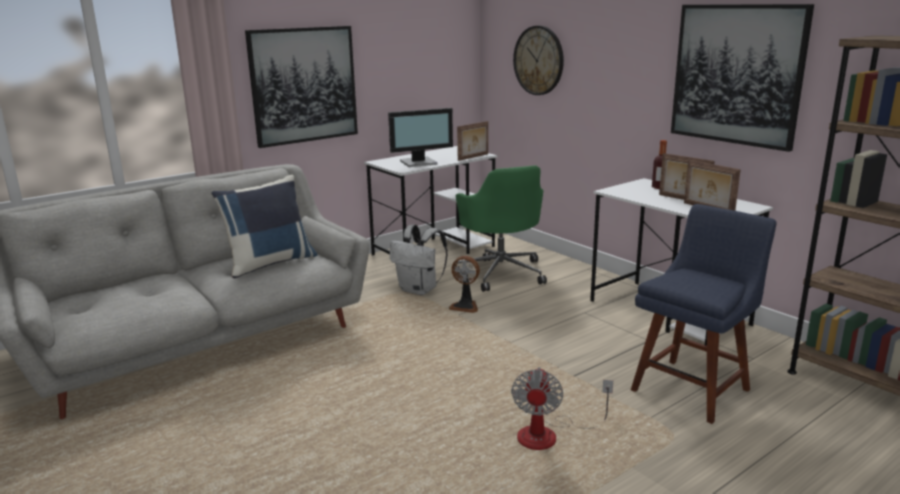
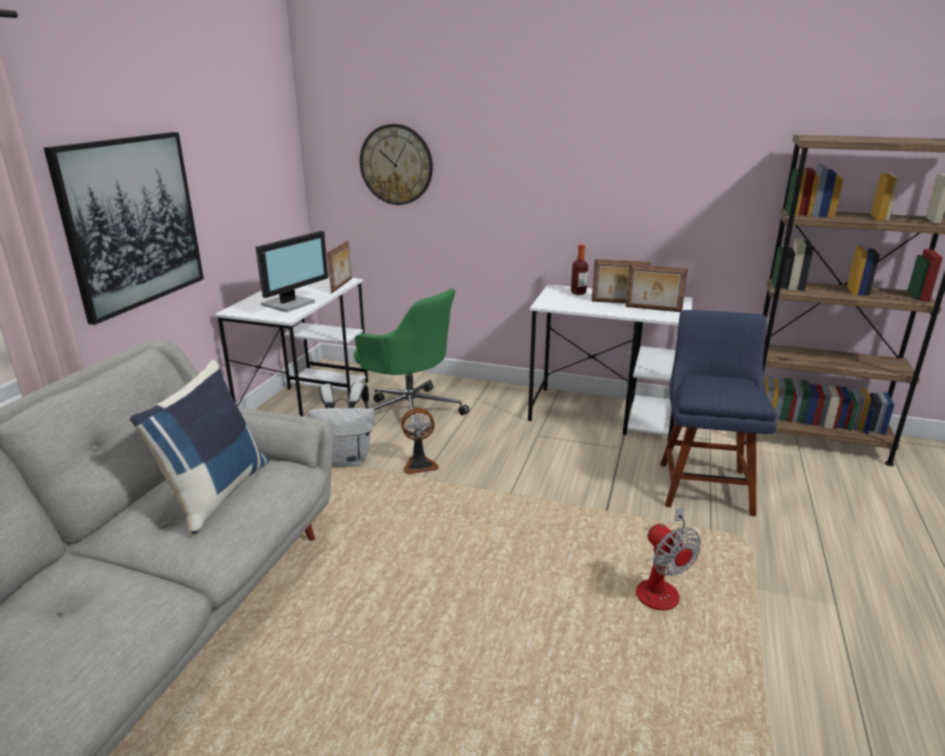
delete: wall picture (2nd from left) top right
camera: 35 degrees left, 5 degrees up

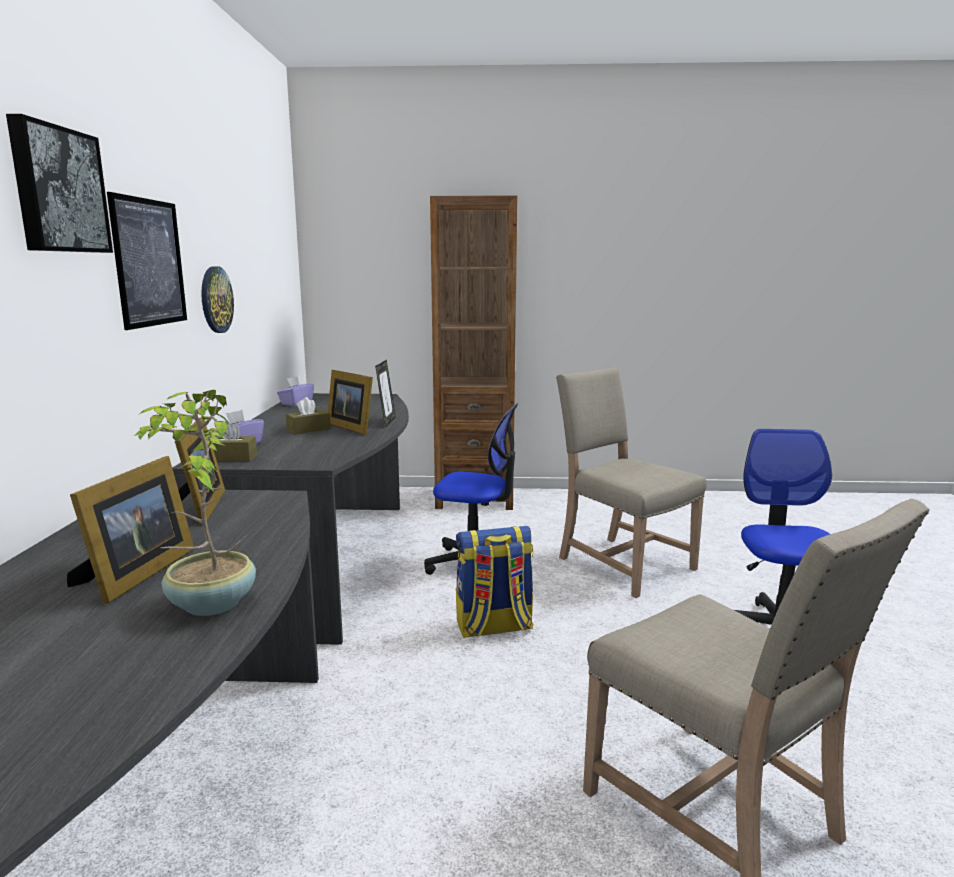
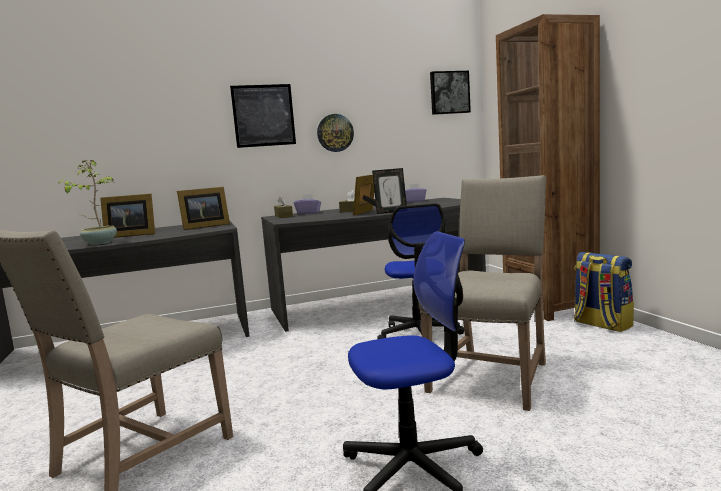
move: wall picture (1st from left in the first image) top left to wall picture (2nd from left) top centre; backpack centre to middle right
camera: 70 degrees right, 5 degrees down

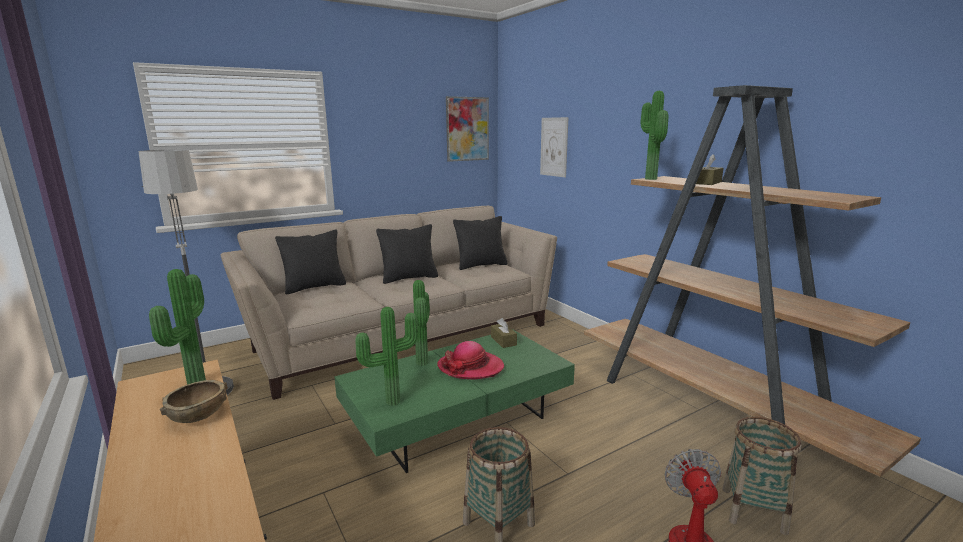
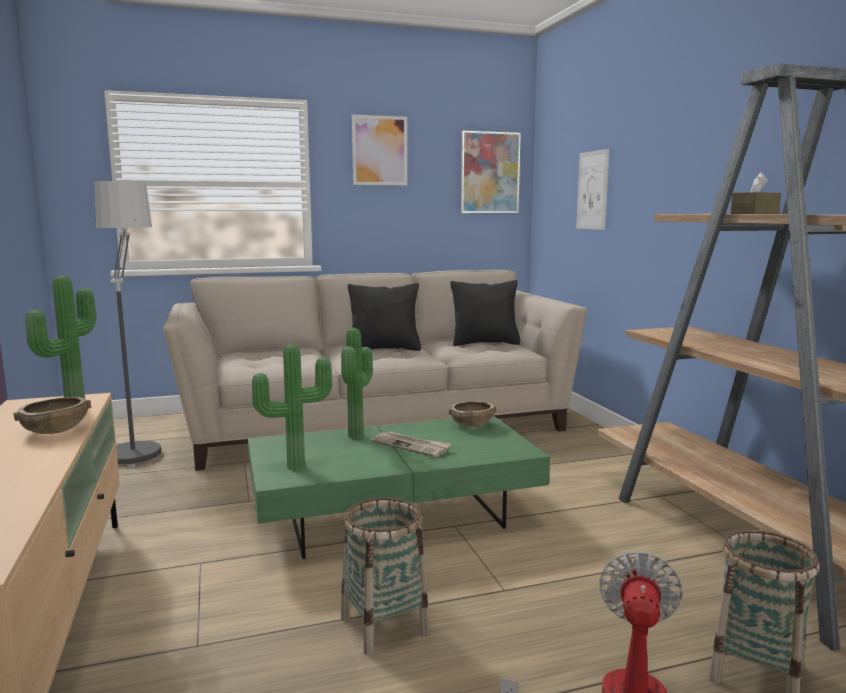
delete: black-coloured throw pillow (1st from left) middle left; houseplant (4th from left) top right
insert: wall picture (1st from left) top centre
replace: hat centre to daily paper centre; brownish box of tissues (1st from left) centre to brownish bowl (2nd from left) centre
camera: 15 degrees right, 5 degrees down

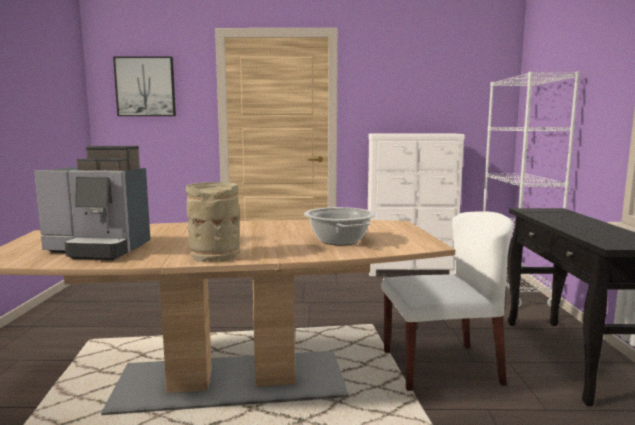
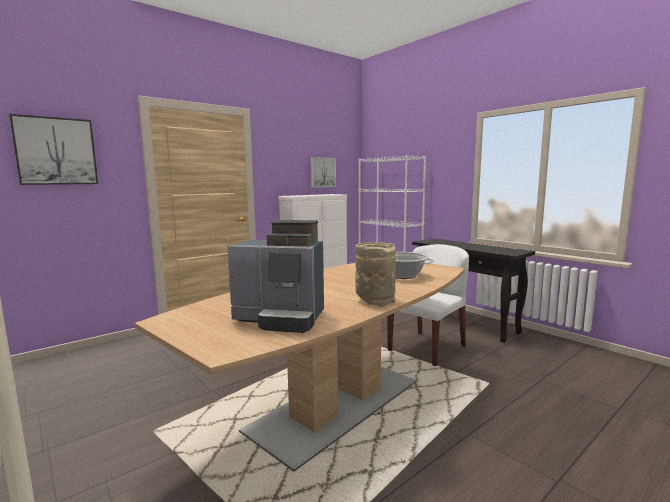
insert: wall picture (2nd from left) centre
rotate: coffee brewer middle left = centre 45 degrees clockwise
camera: 40 degrees left, 0 degrees up

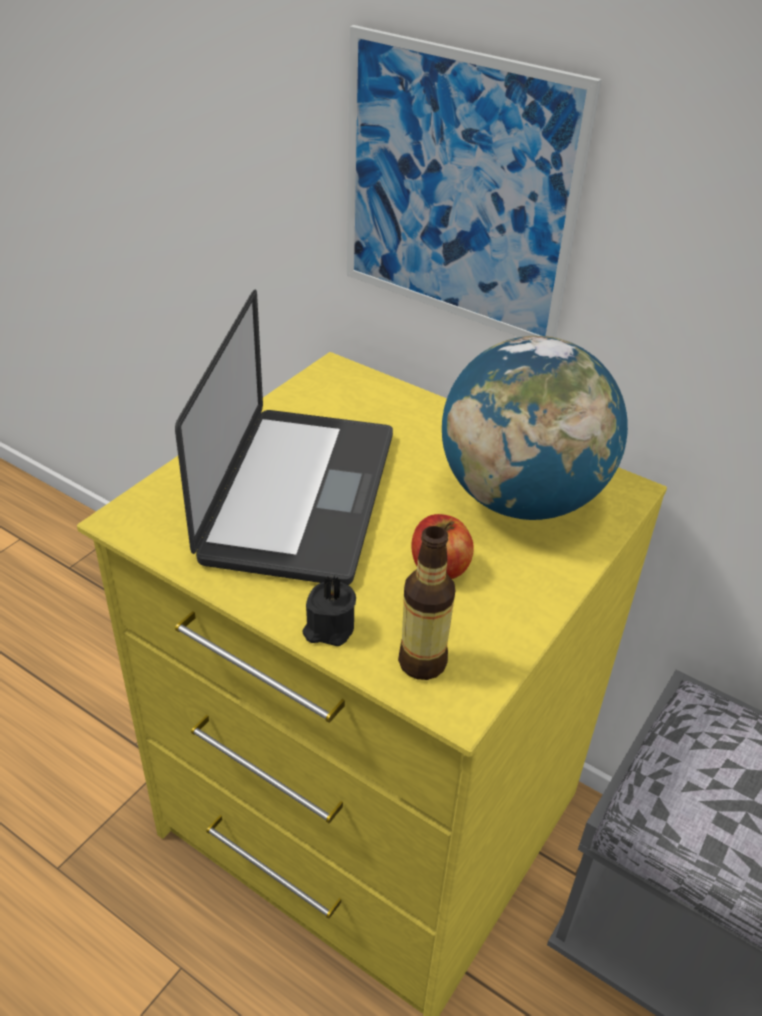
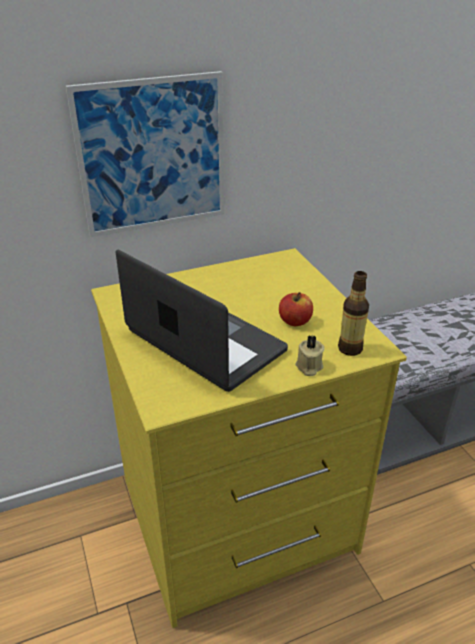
delete: desk globe middle right
recolor: black-coloured candle centre to beige-coloured candle centre
camera: 55 degrees left, 5 degrees down

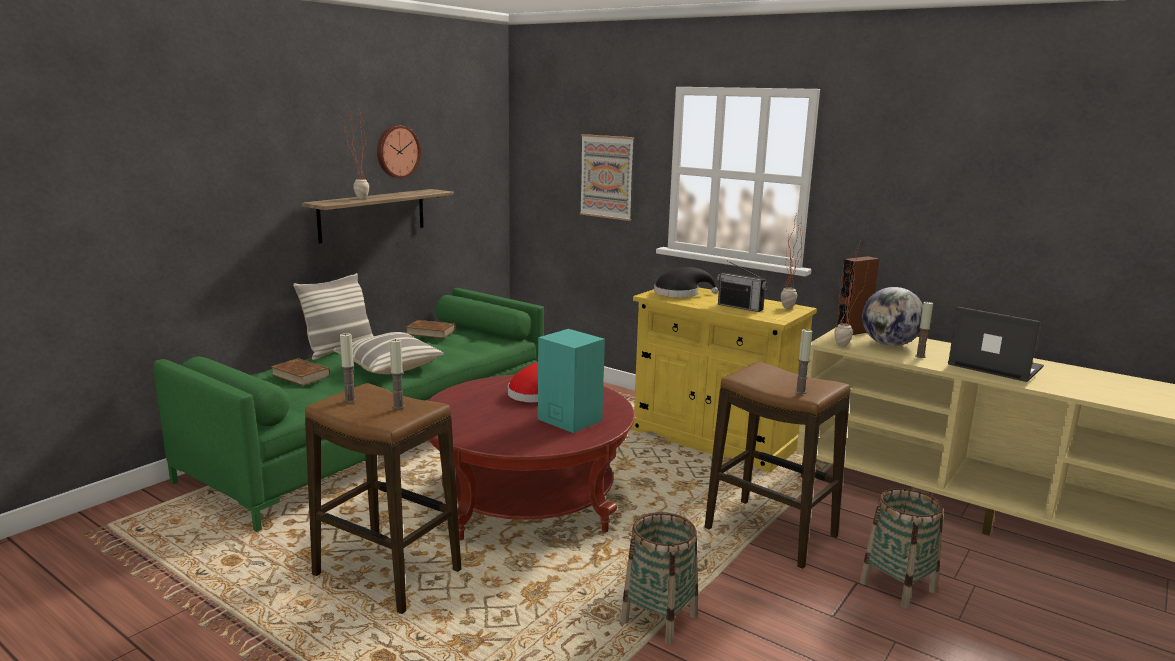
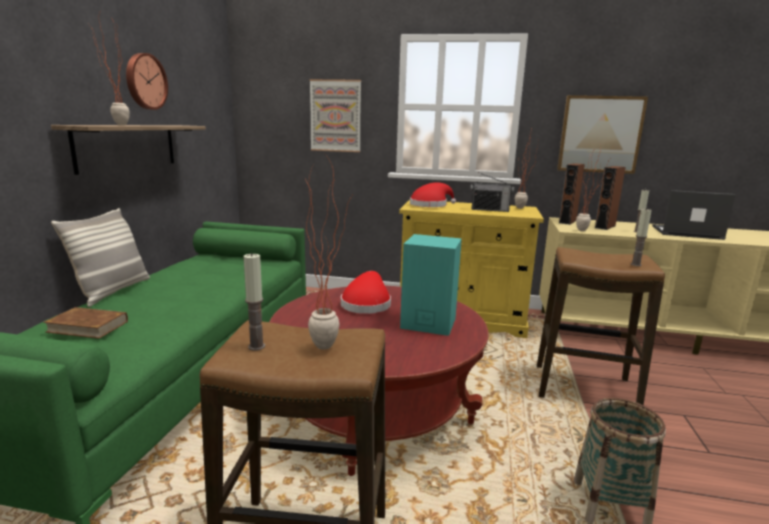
delete: throw pillow (2nd from left) middle left; brownish book (2nd from left) centre; storage basket (2nd from left) bottom right
insert: wall picture (2nd from left) top right
replace: candle (2nd from left) centre to houseplant (2nd from left) centre; desk globe middle right to brownish loudspeaker (2nd from left) middle right
recolor: black-coloured hat centre to reddish hat (2nd from left) centre
camera: 25 degrees left, 0 degrees up

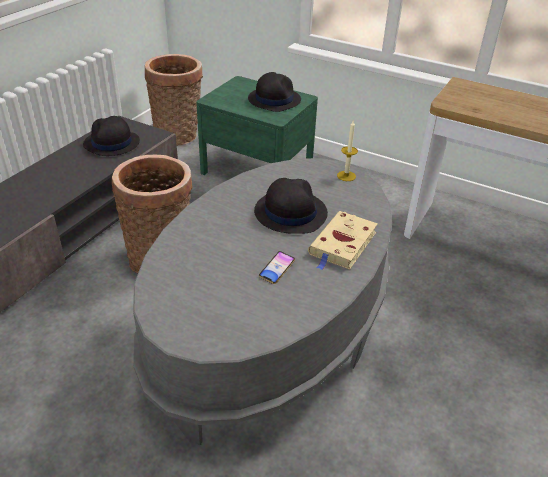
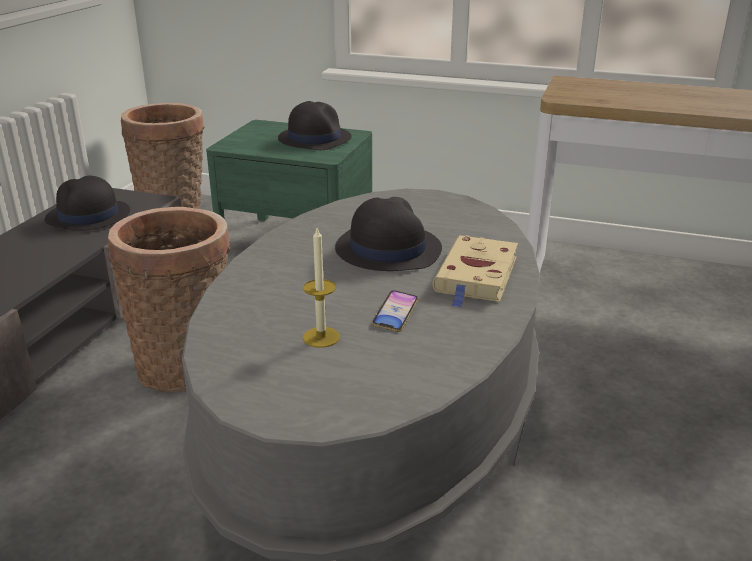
move: candle top centre to centre
camera: 10 degrees left, 10 degrees down

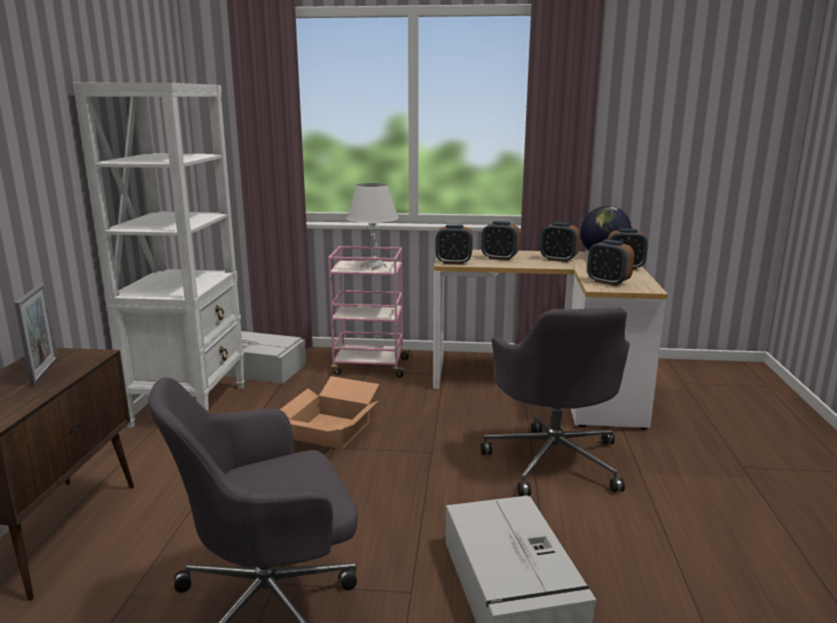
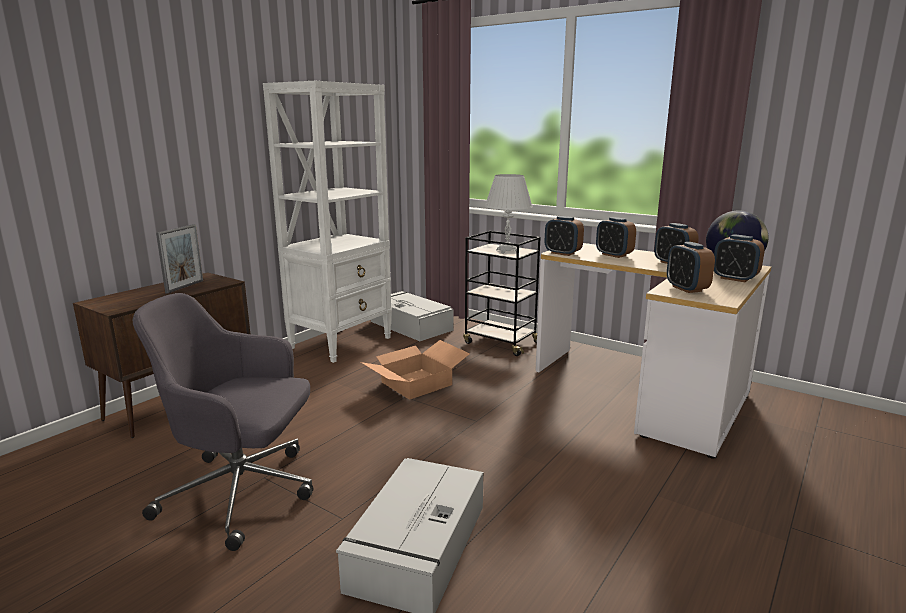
delete: gray desk chair (2nd from left) centre
recolor: pink cart centre to black-coloured cart centre
camera: 30 degrees right, 0 degrees up

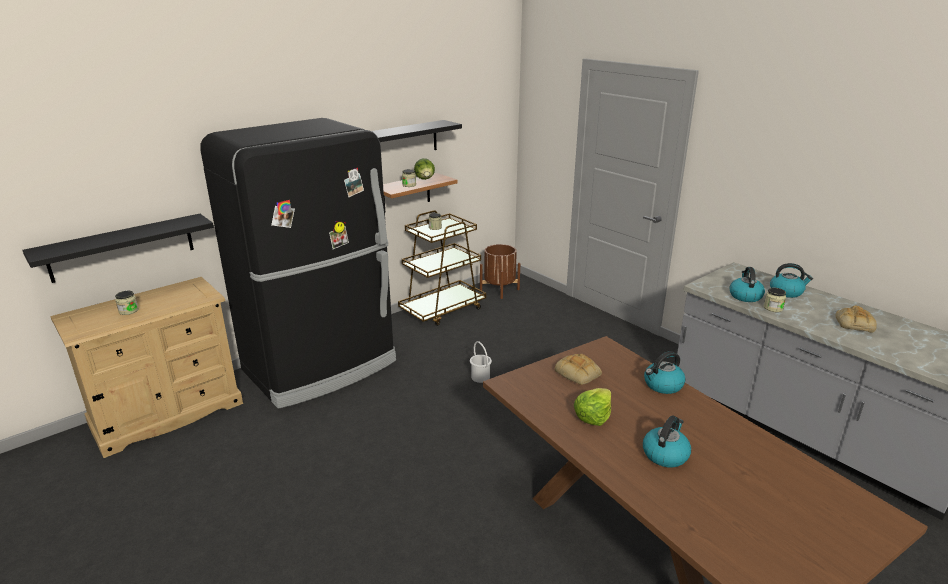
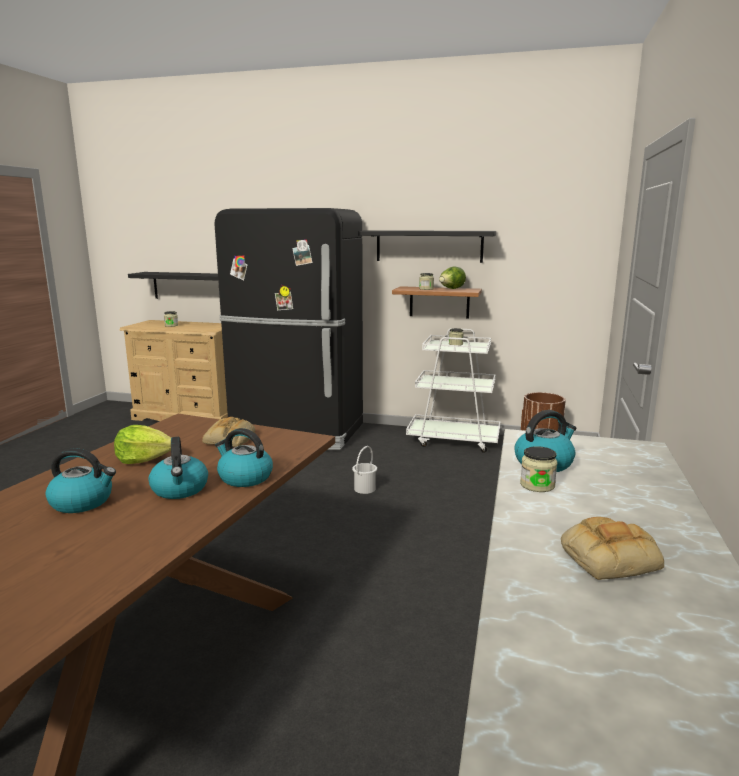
move: water kettle (4th from left in the first image) middle right to water kettle (2nd from left) middle left
recolor: brownish cart centre to white-coloured cart centre
camera: 55 degrees right, 10 degrees down

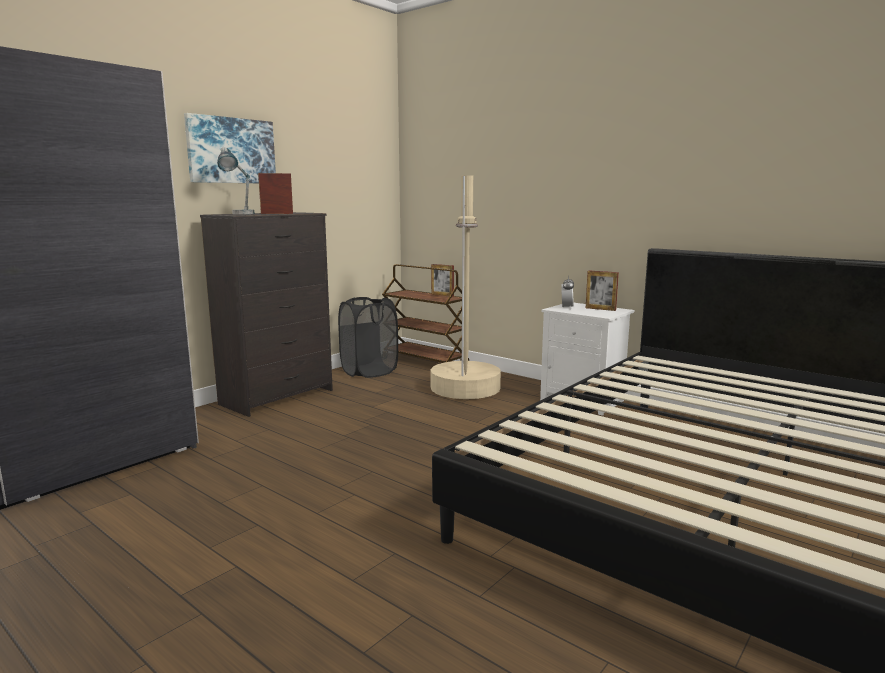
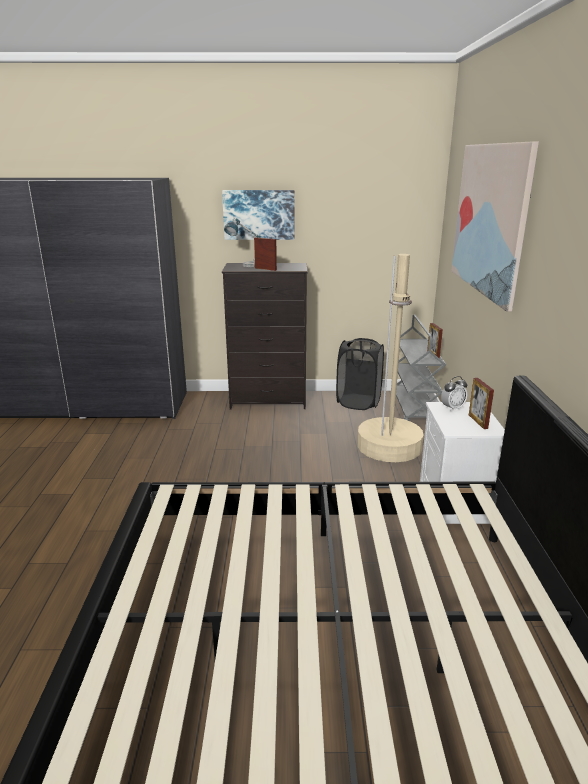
insert: wall picture (2nd from left) top right
recolor: brownish cart centre to gray cart middle right
camera: 50 degrees right, 10 degrees up

